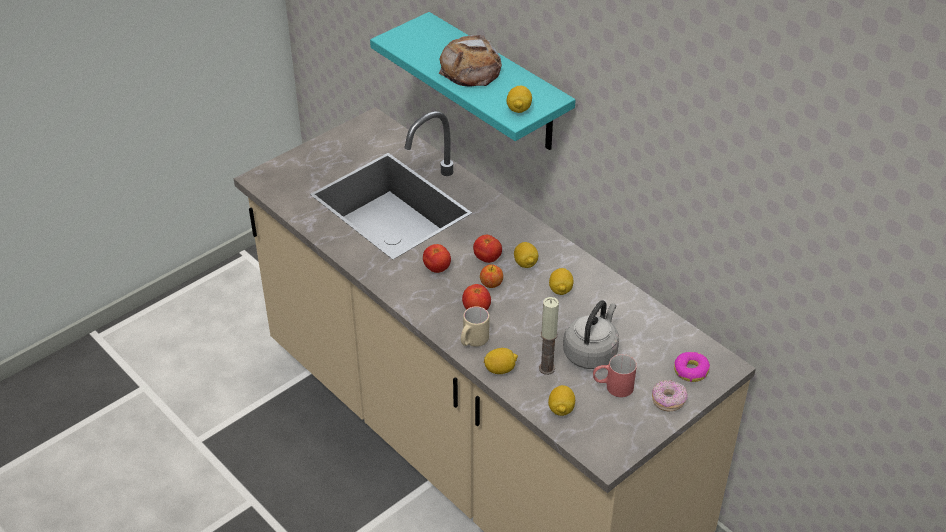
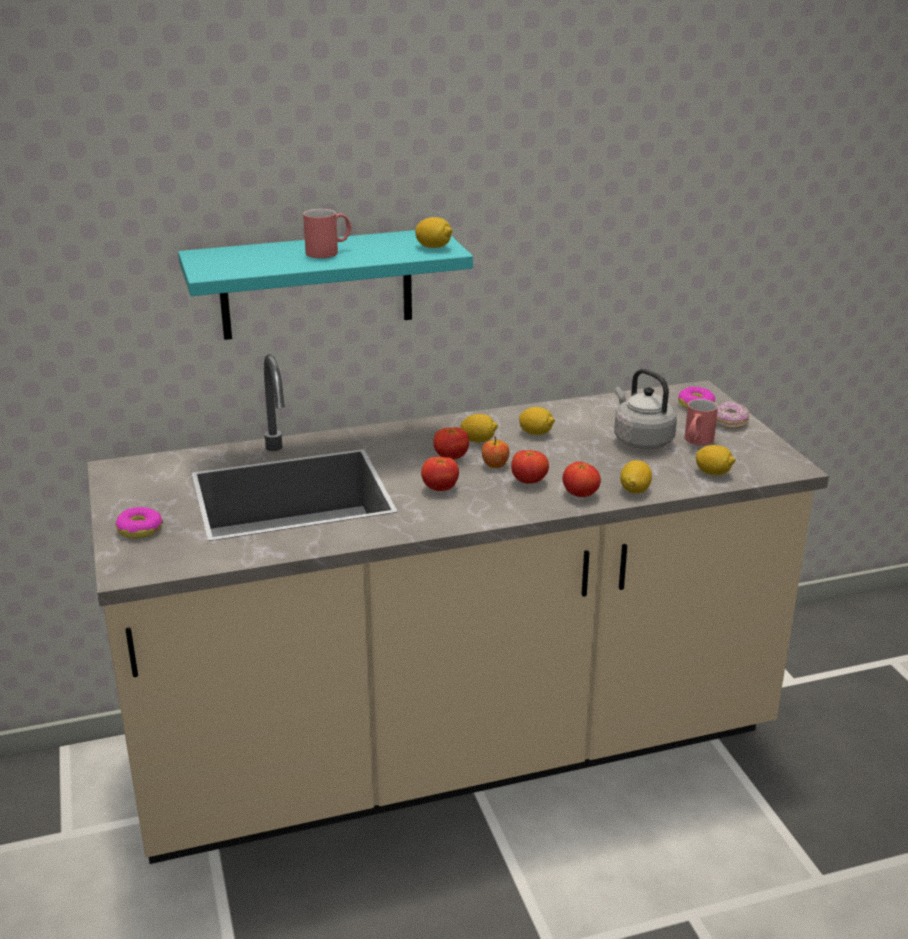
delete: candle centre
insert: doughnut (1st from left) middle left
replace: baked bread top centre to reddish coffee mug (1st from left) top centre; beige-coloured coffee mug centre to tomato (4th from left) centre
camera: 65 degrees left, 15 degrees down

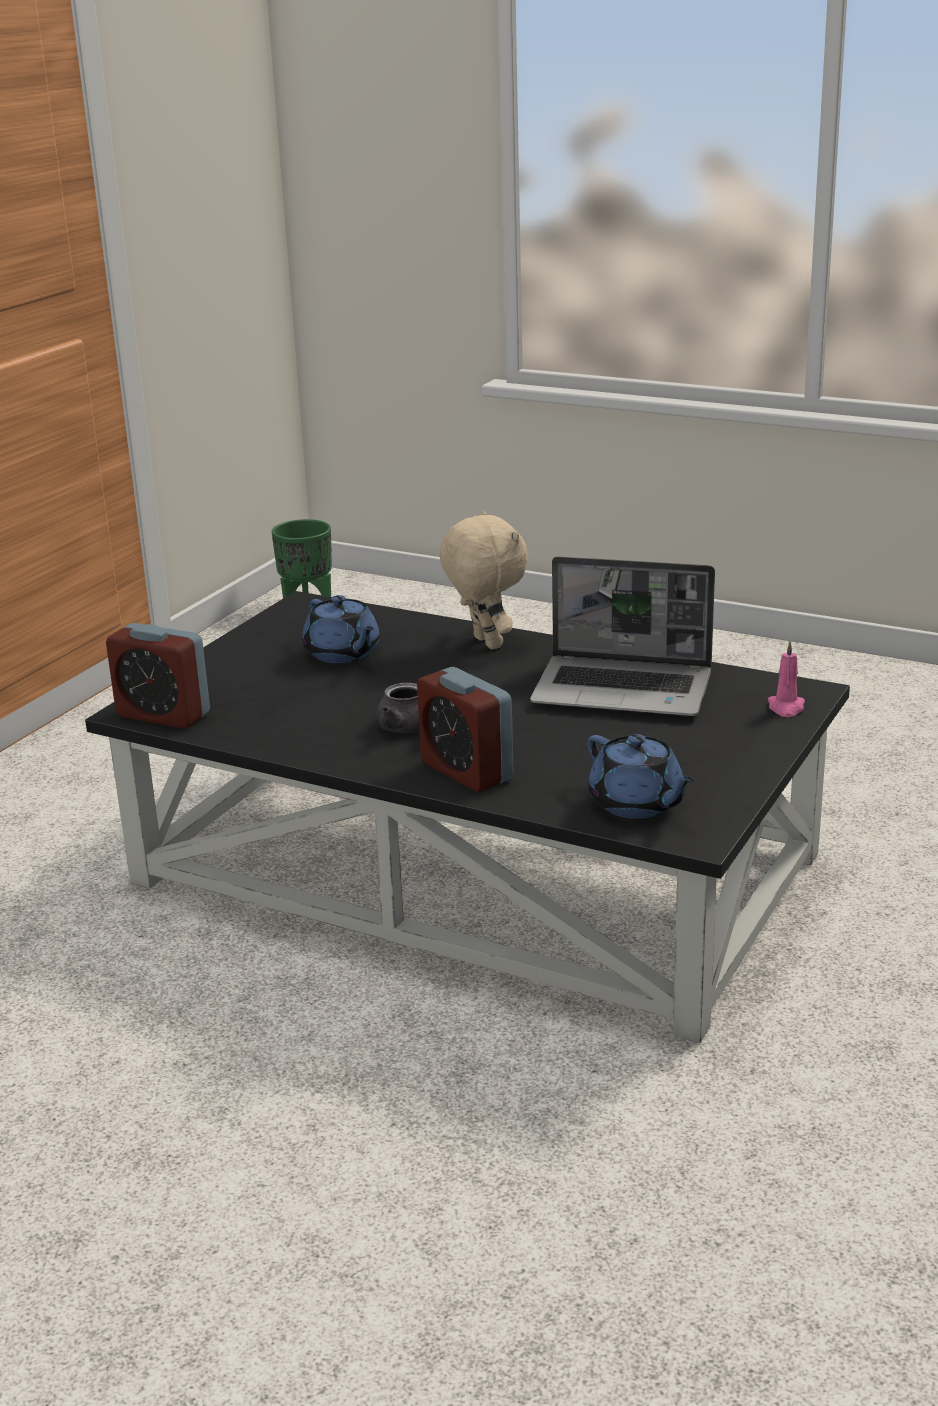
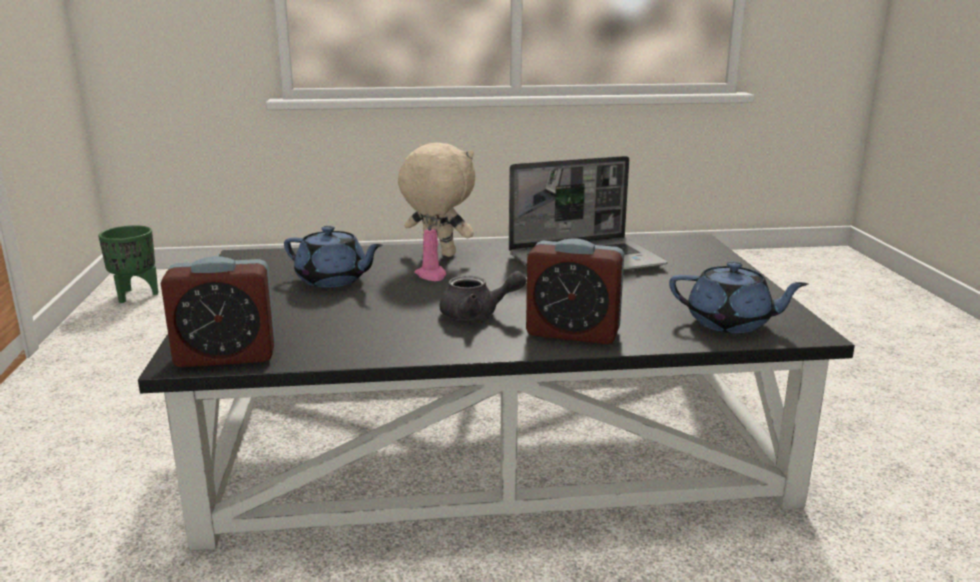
move: pink candle middle right to centre
camera: 35 degrees left, 5 degrees down

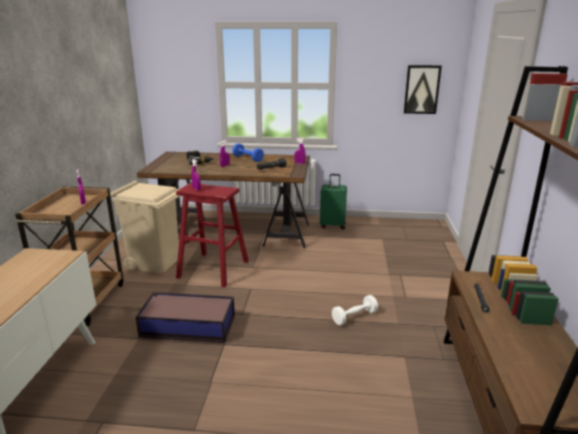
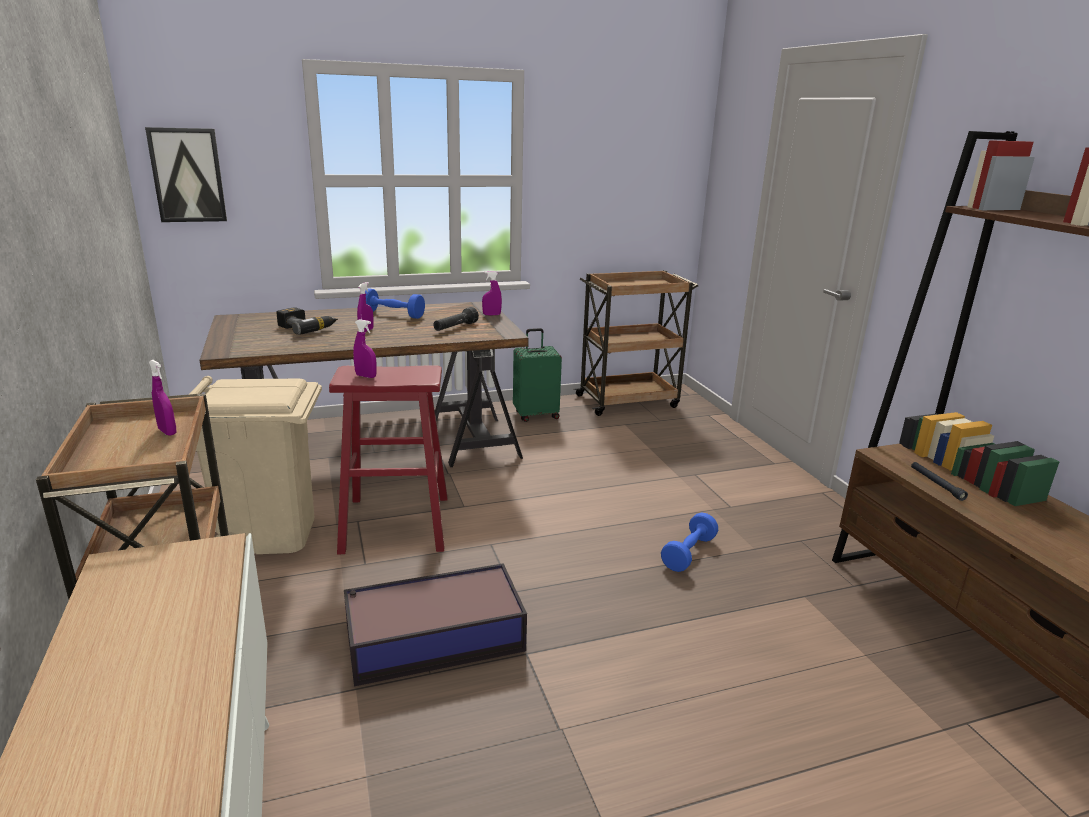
insert: brownish cart (2nd from left) centre
move: wall picture top right to top left
recolor: white-coloured dumbbell bottom centre to blue-coloured dumbbell (2nd from left) centre
camera: 25 degrees left, 0 degrees up

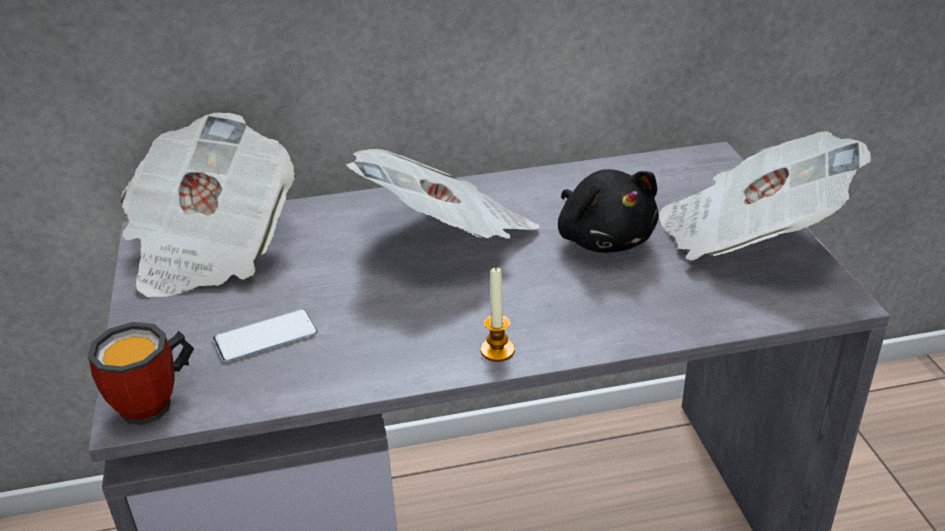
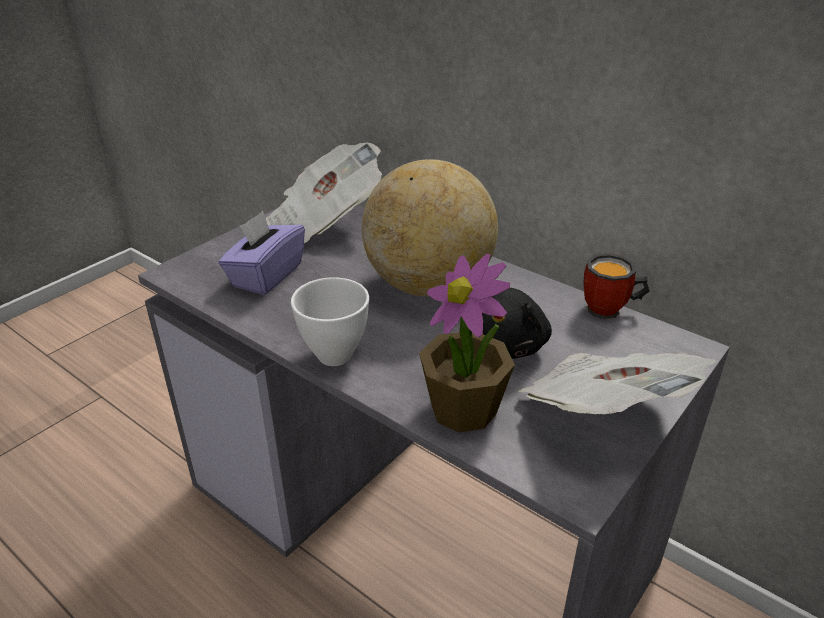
insert: houseplant centre
move: coffee mug bottom left to middle right
replace: handset middle left to purple-coloured box of tissues middle left; candle centre to white-coloured bowl centre; daily paper (2nd from left) centre to desk globe centre
camera: 50 degrees right, 0 degrees up

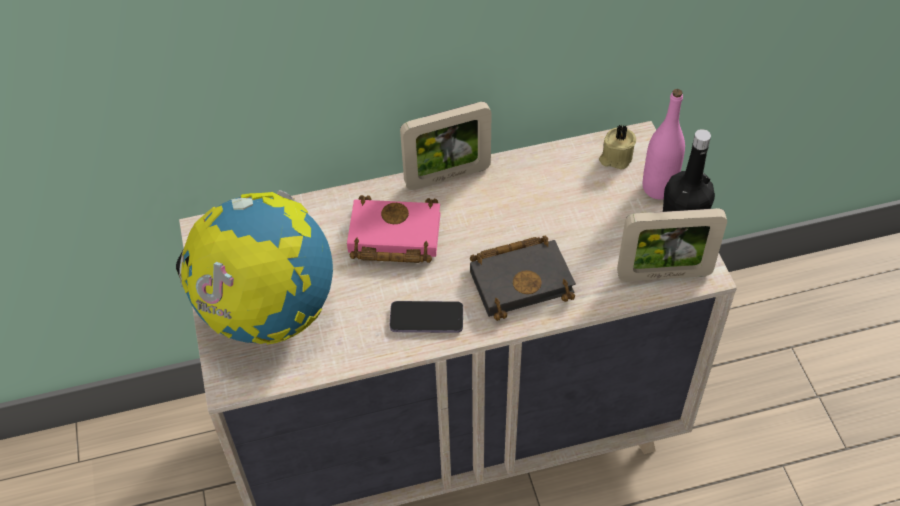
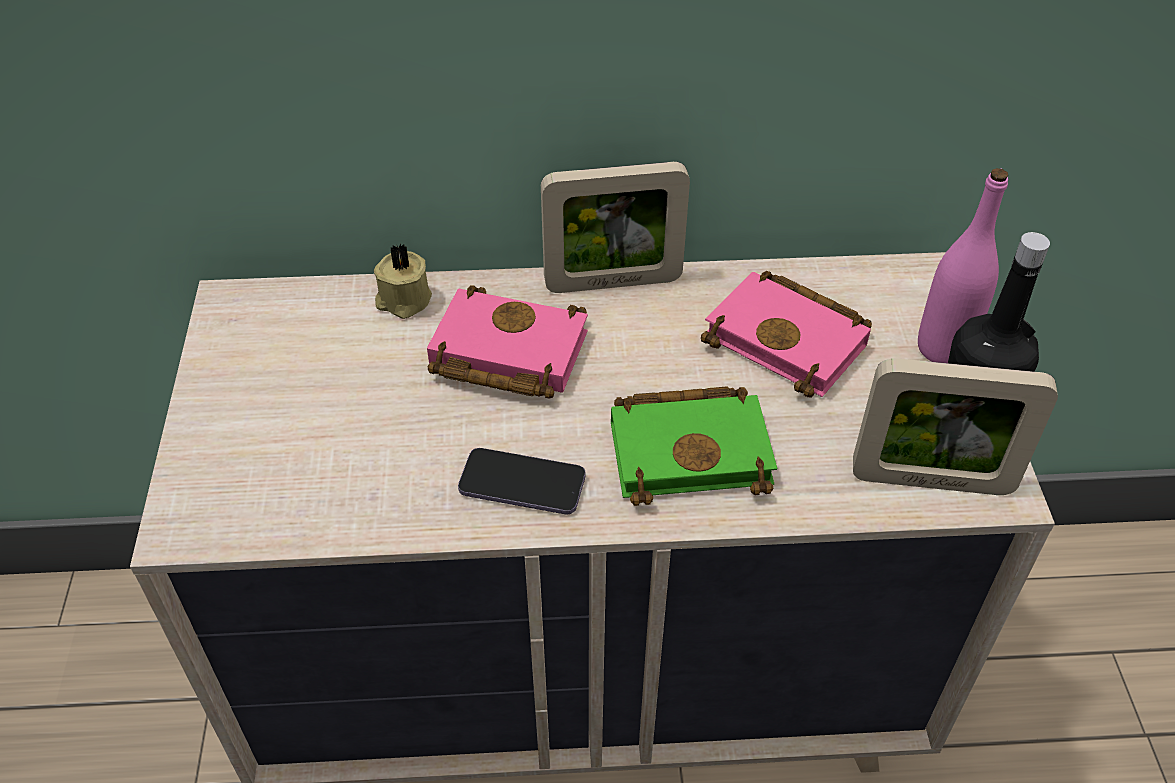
delete: desk globe middle left
insert: pink book (2nd from left) middle right
move: beige-coloured candle top right to centre
recolor: black-coloured book centre to green-coloured book centre
camera: 10 degrees right, 5 degrees down

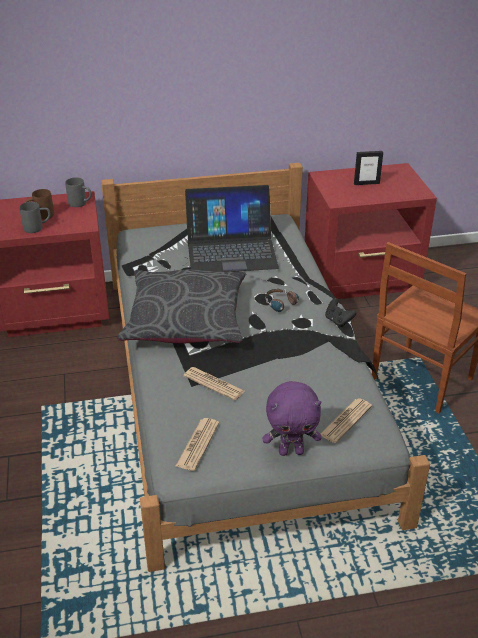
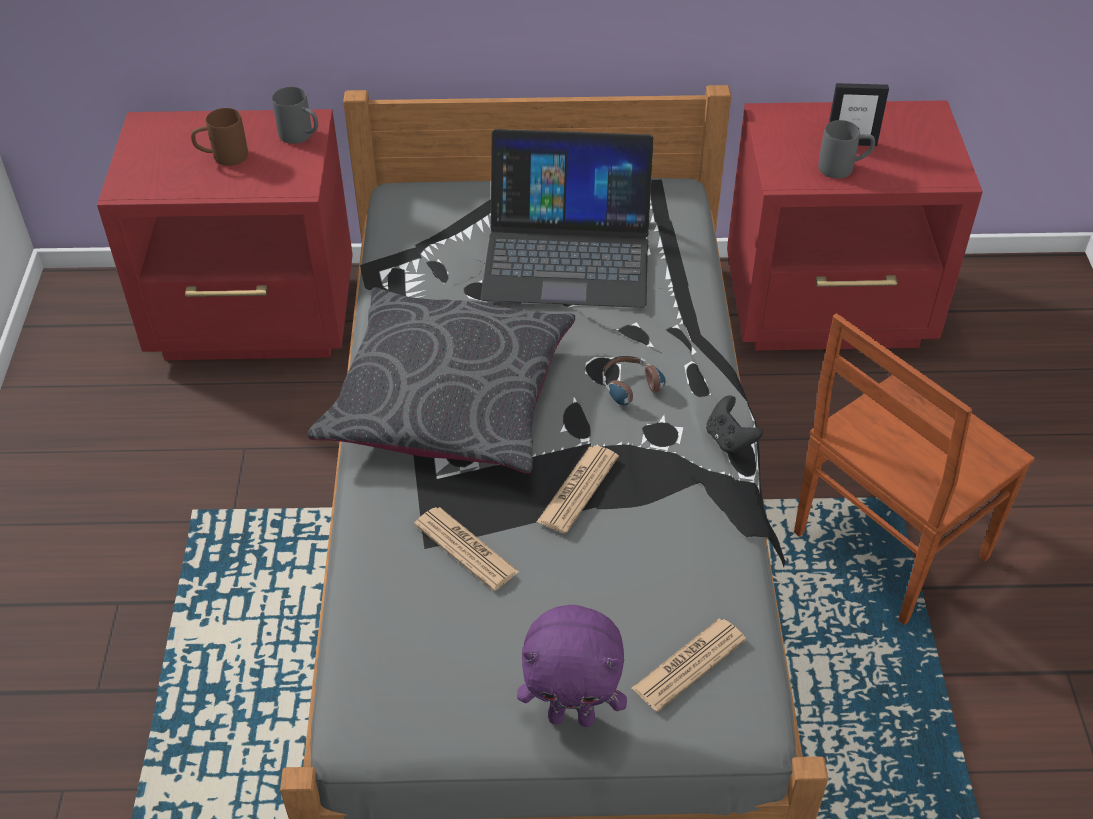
move: daily paper (1st from left in the first image) bottom centre to daily paper (2nd from left) centre; gray coffee mug (1st from left in the first image) middle left to gray coffee mug (2nd from left) top right
camera: 10 degrees right, 10 degrees up

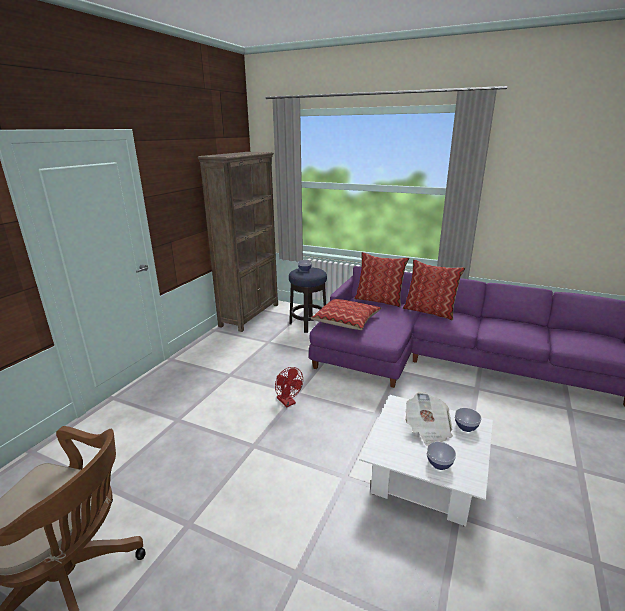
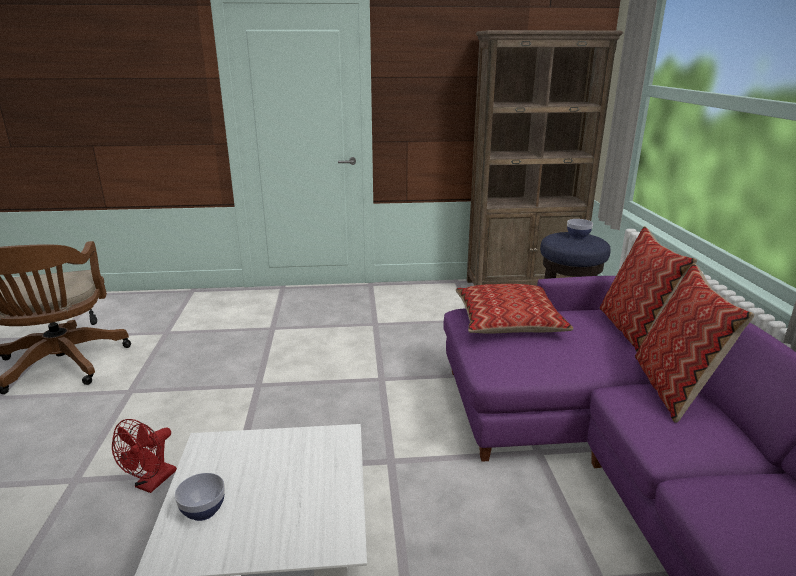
delete: daily paper bottom right; bowl (3rd from left) bottom right
move: reddish fan centre to bottom left
camera: 60 degrees right, 0 degrees up

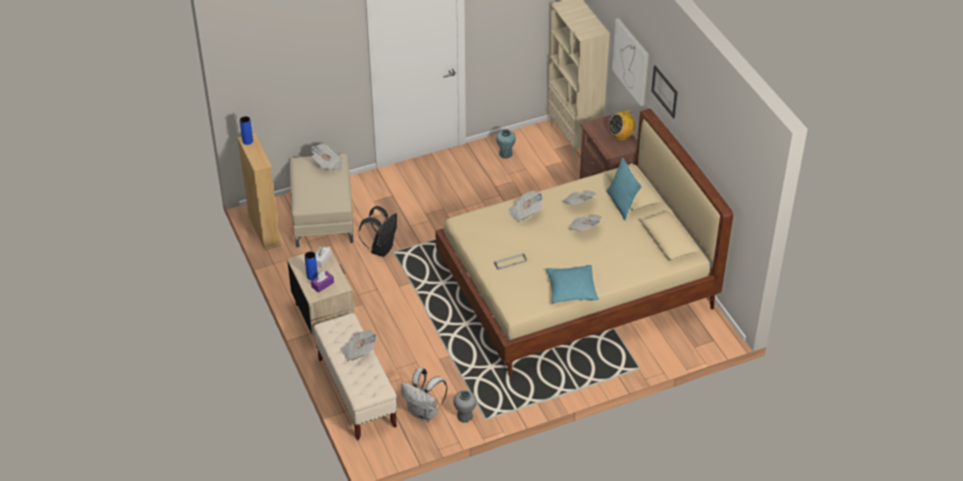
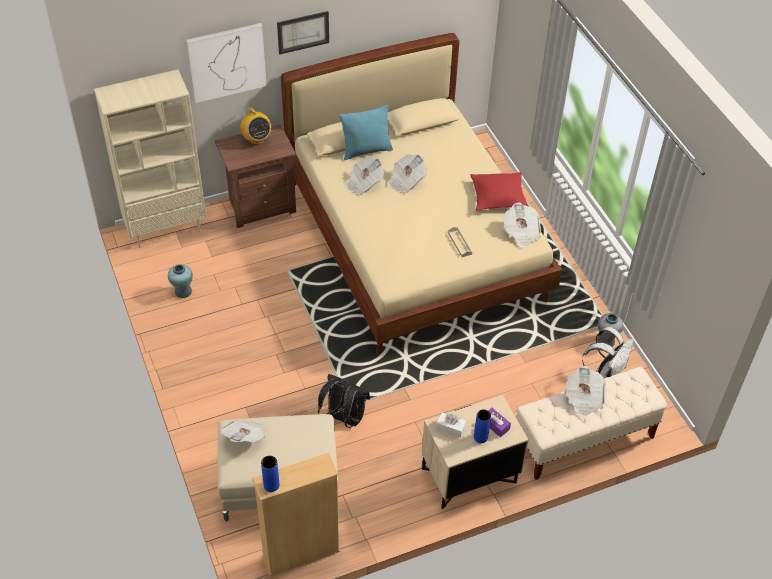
move: daily paper (3rd from left in the first image) centre to daily paper (4th from left) middle right
recolor: turquoise throw pillow (1st from left) centre to reddish throw pillow top centre
camera: 90 degrees left, 5 degrees up

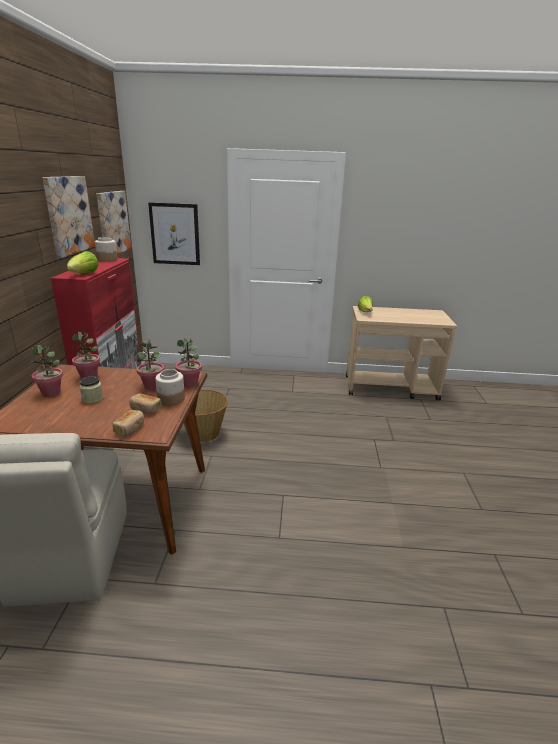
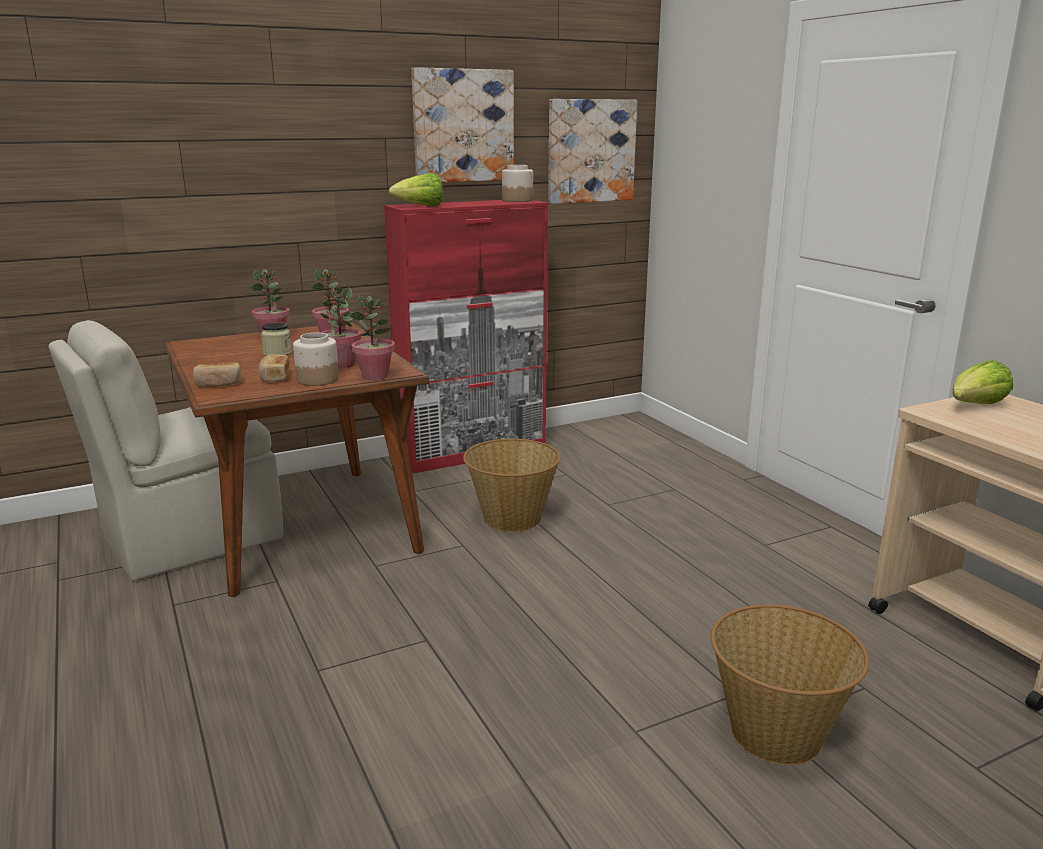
delete: wall picture (3rd from left) top left
insert: storage basket (2nd from left) bottom right
camera: 60 degrees right, 5 degrees down

